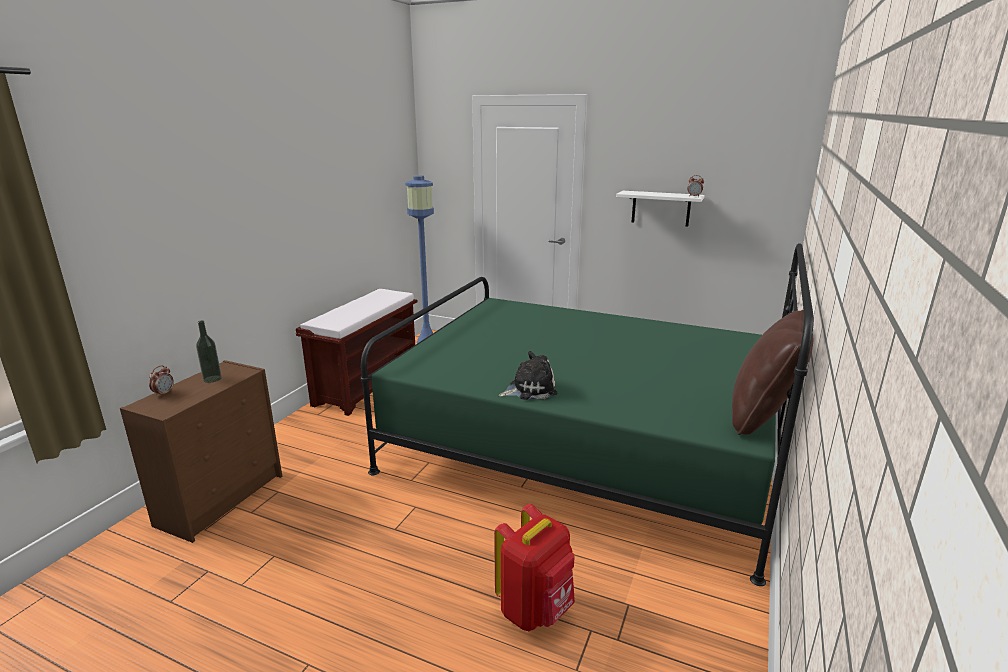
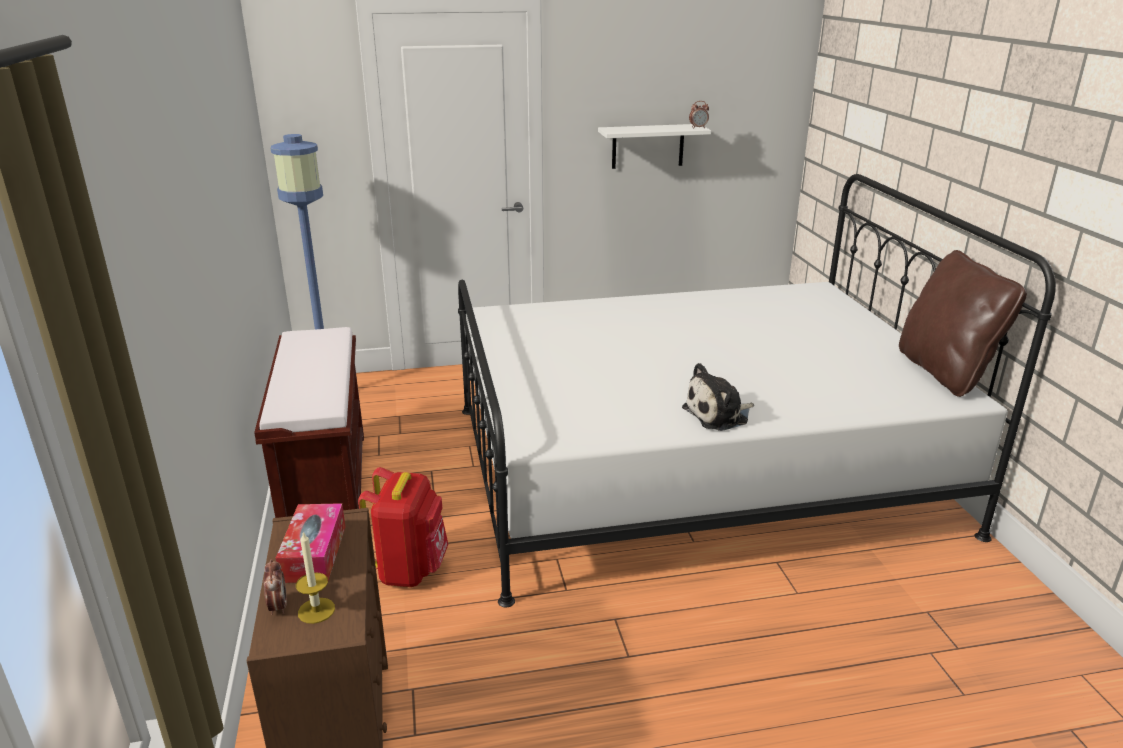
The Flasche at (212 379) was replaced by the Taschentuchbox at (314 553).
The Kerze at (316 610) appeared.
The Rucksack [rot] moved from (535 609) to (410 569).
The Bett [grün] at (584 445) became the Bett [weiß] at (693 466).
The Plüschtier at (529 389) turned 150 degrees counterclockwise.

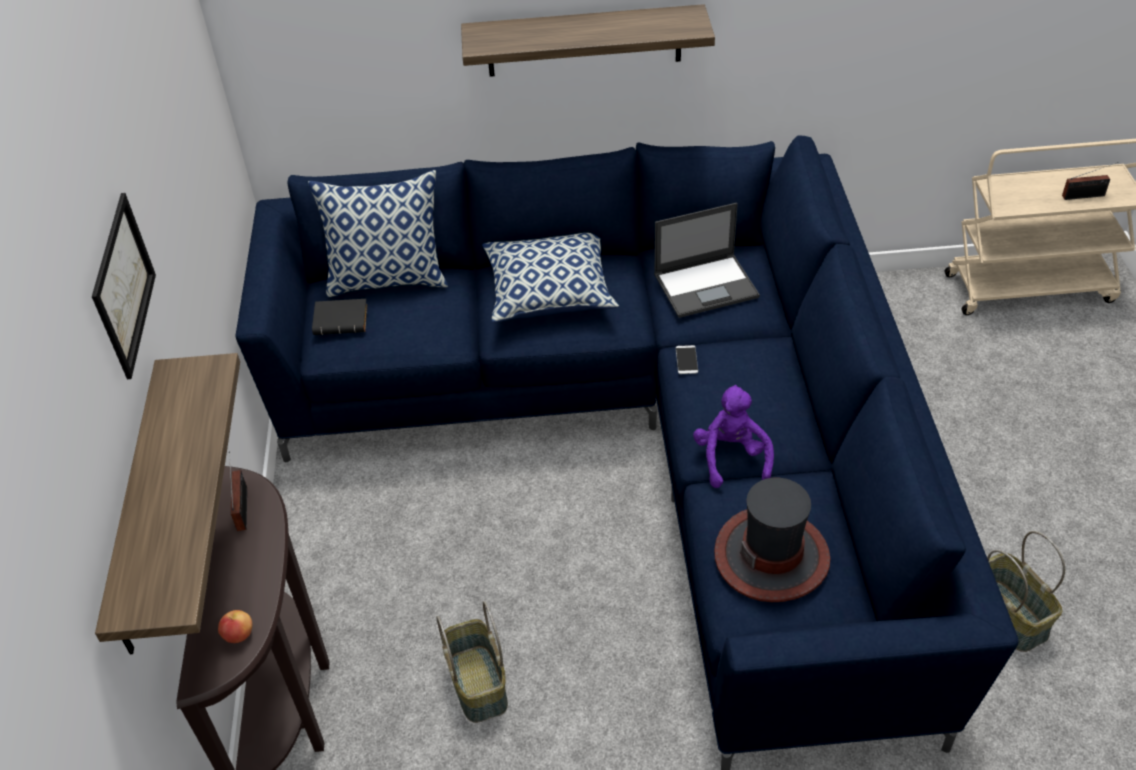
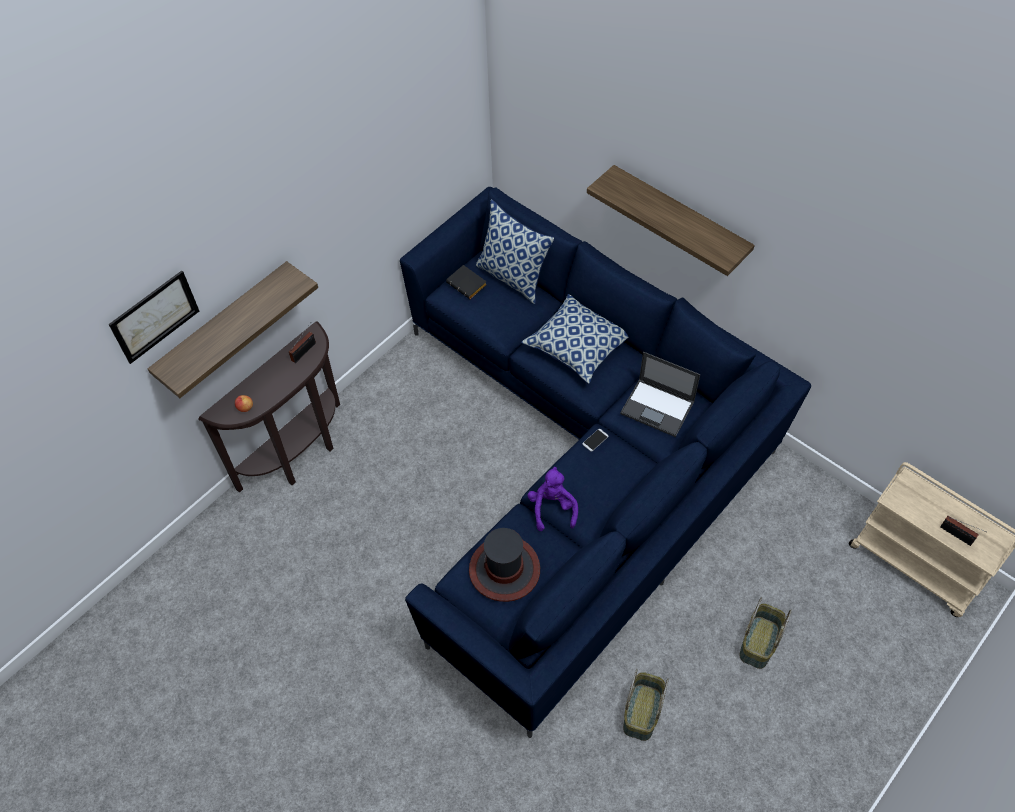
The Bild moved from (123 285) to (155 316).
The Plüschtier [lila] at (731 458) turned 45 degrees counterclockwise.
The Korb moved from (479 684) to (759 643).

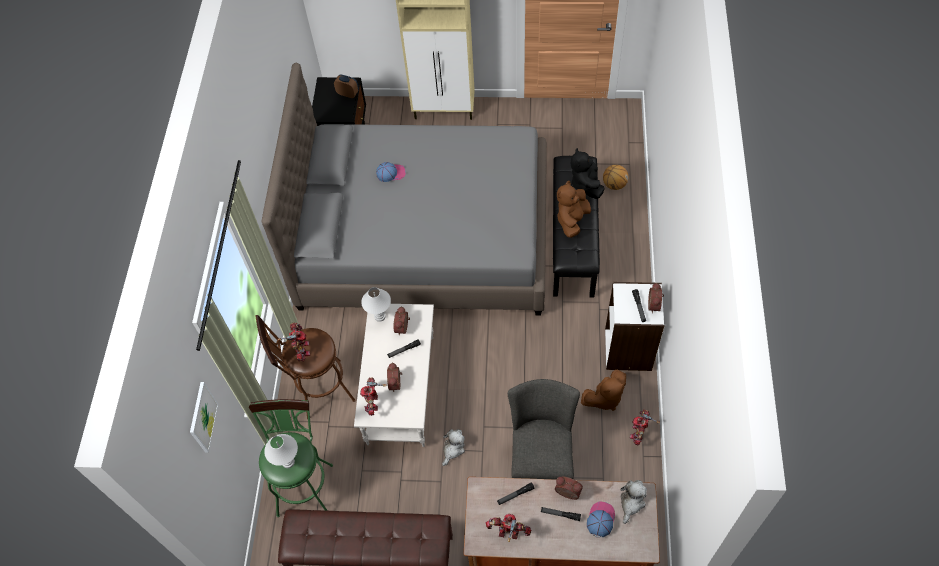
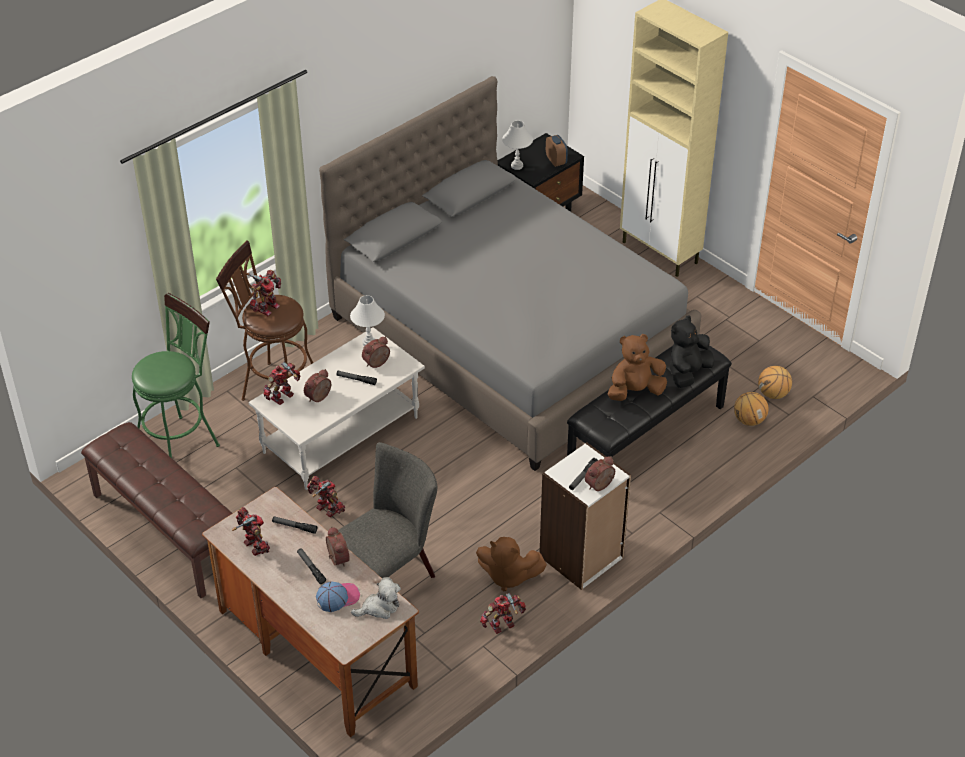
The Plüschtier at (453 449) was replaced by the Spielzeugroboter at (327 510).
The Tischlampe [weiß] moved from (288 462) to (516 166).
The Basketball at (773 394) appeared.
The Bild at (202 417) disappeared.
The Kappe at (391 173) disappeared.

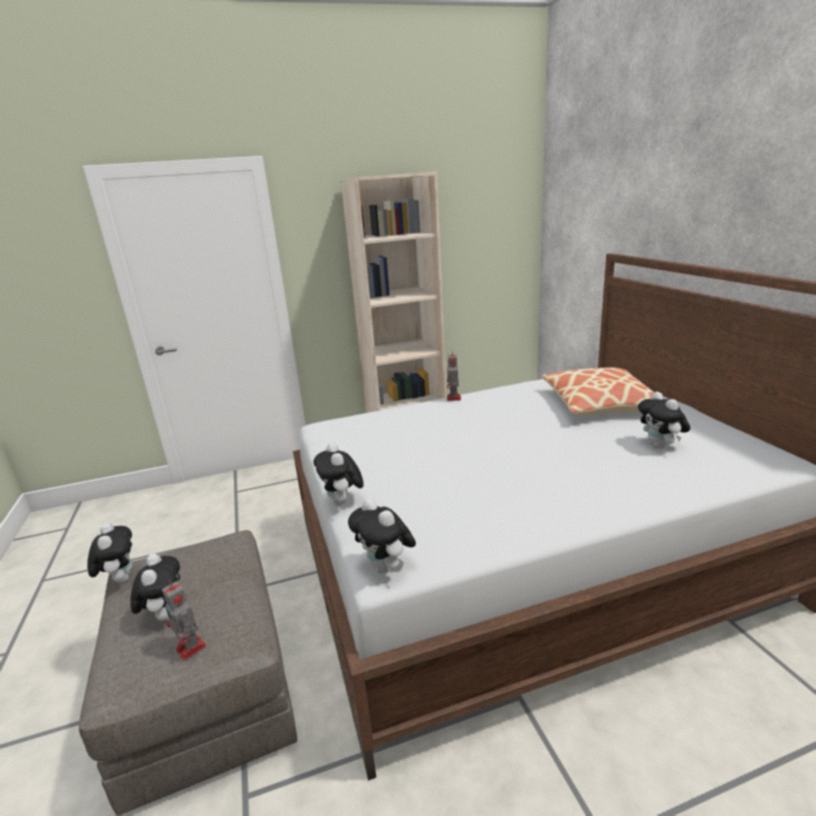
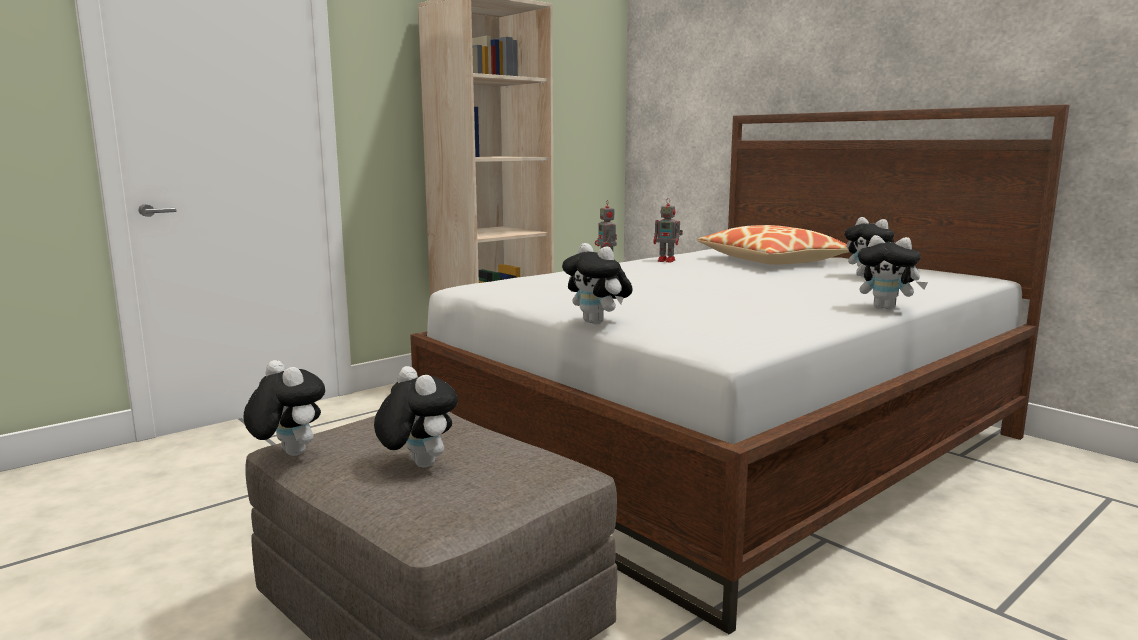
The Spielzeugroboter moved from (191 648) to (667 260).
The Plüschtier moved from (386 568) to (886 308).

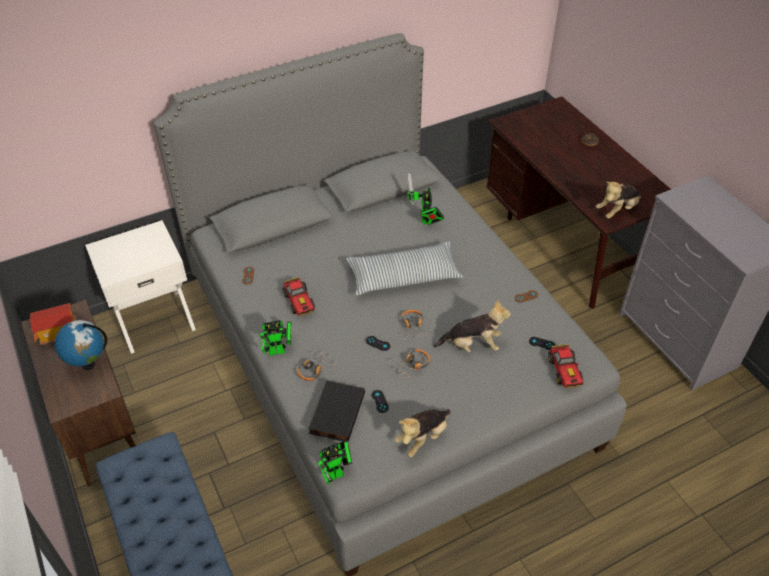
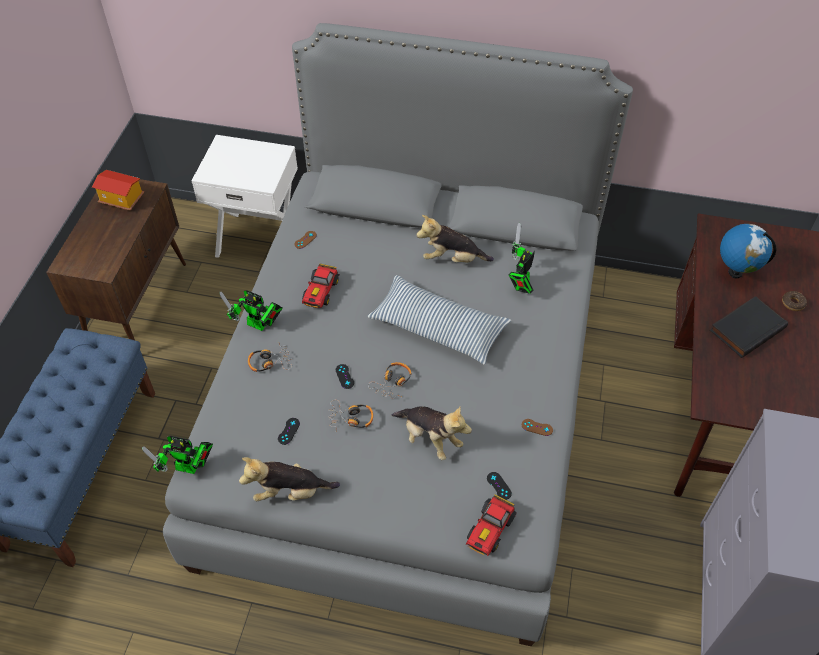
The Plüschtier moved from (617 210) to (452 259).
The Buch [schwarz] moved from (336 412) to (746 328).
The Globus moved from (88 364) to (735 272).

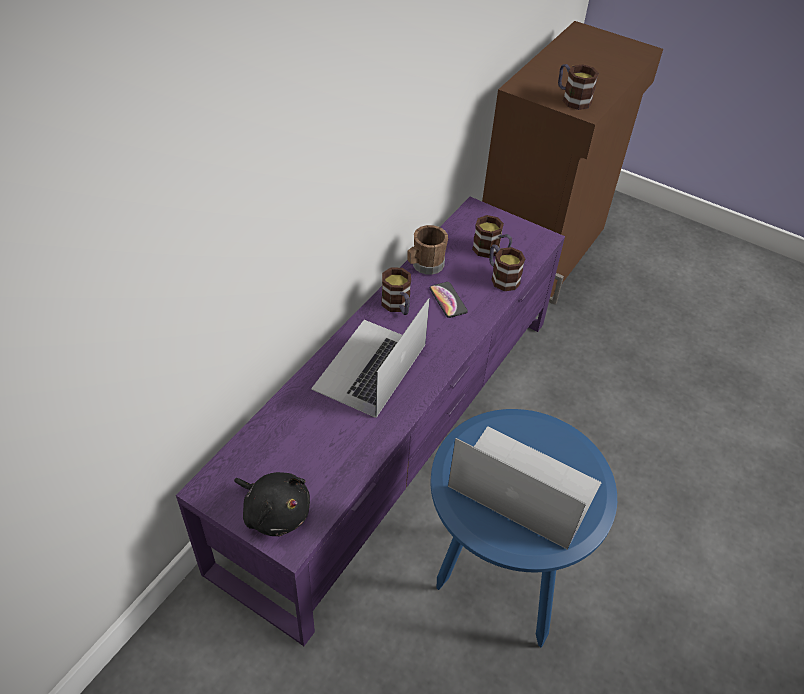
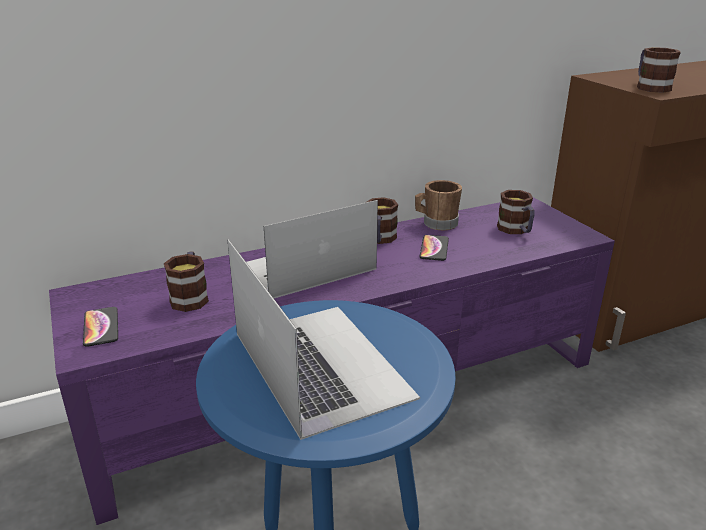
The Plüschtier [schwarz] at (275 512) was replaced by the Handy at (101 327).
The Henkelbecher moved from (501 277) to (190 296).

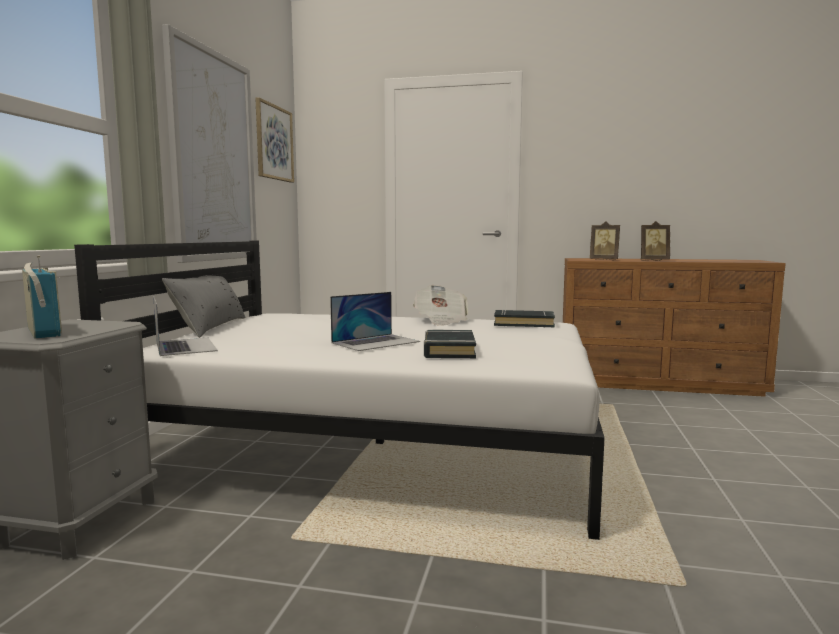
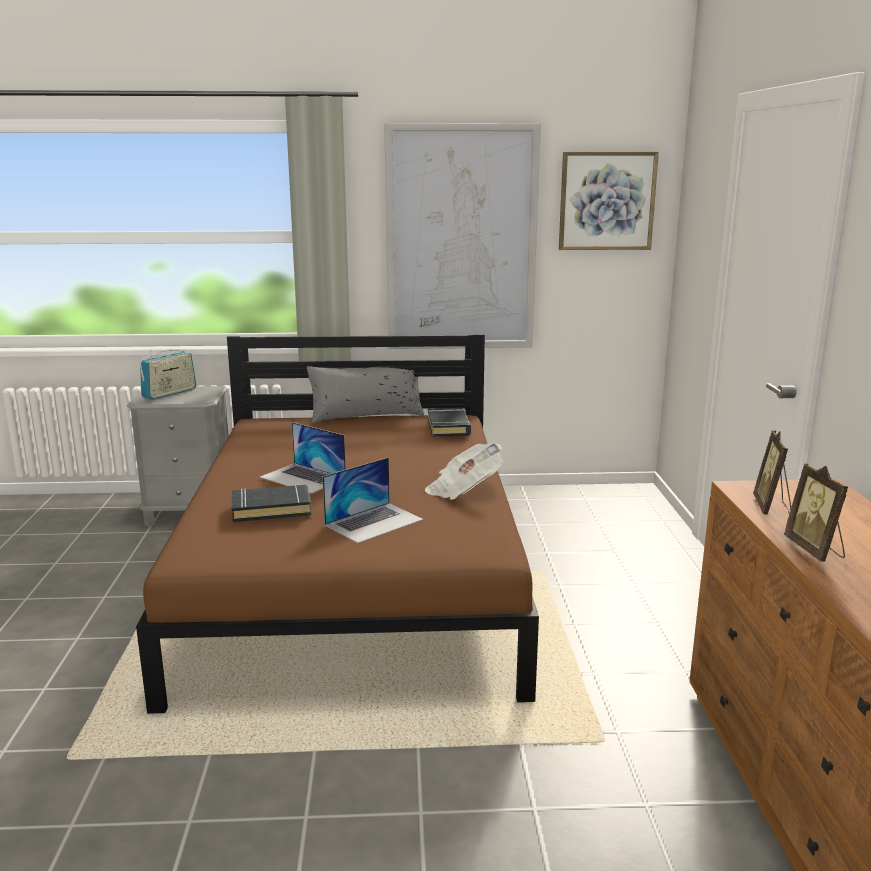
The Bett [weiß] at (376 443) became the Bett [braun] at (355 580).
The Laptop moved from (185 346) to (374 522).
The Buch [schwarz] moved from (523 323) to (448 427).

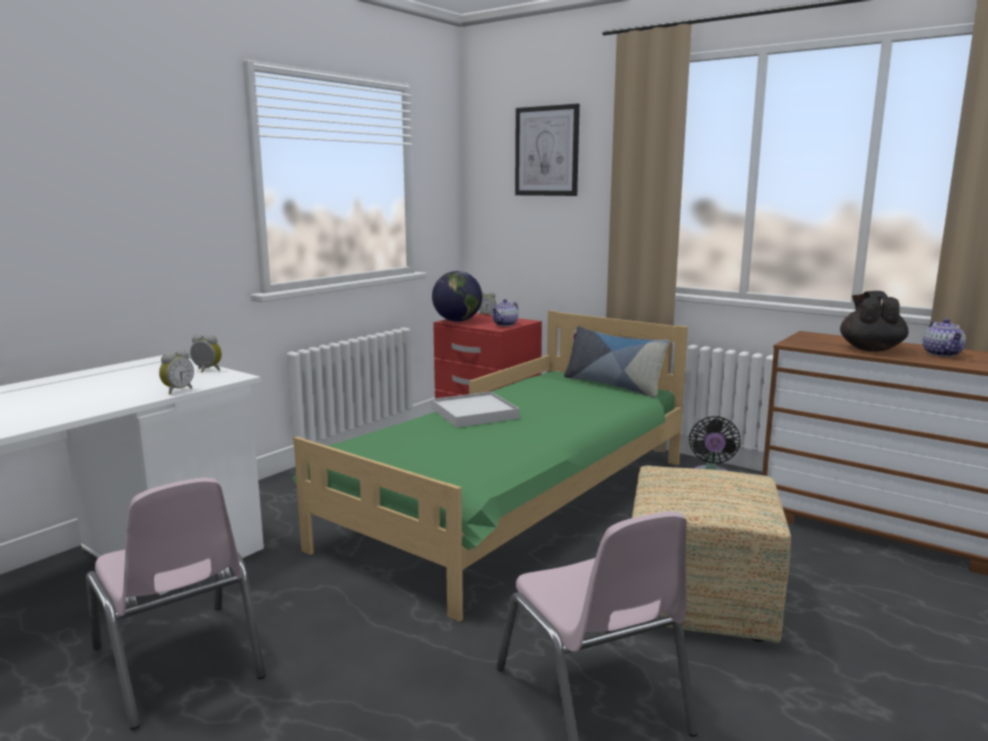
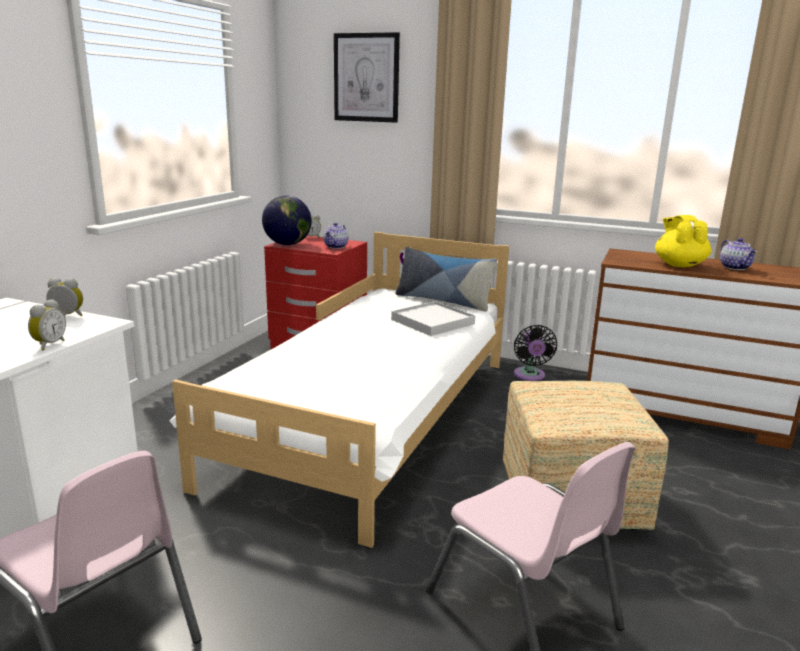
The Bett [grün] at (516 503) became the Bett [weiß] at (374 418).
The Tablett [weiß] moved from (474 413) to (432 322).
The Teekanne [schwarz] at (870 349) became the Teekanne [gelb] at (679 265).

